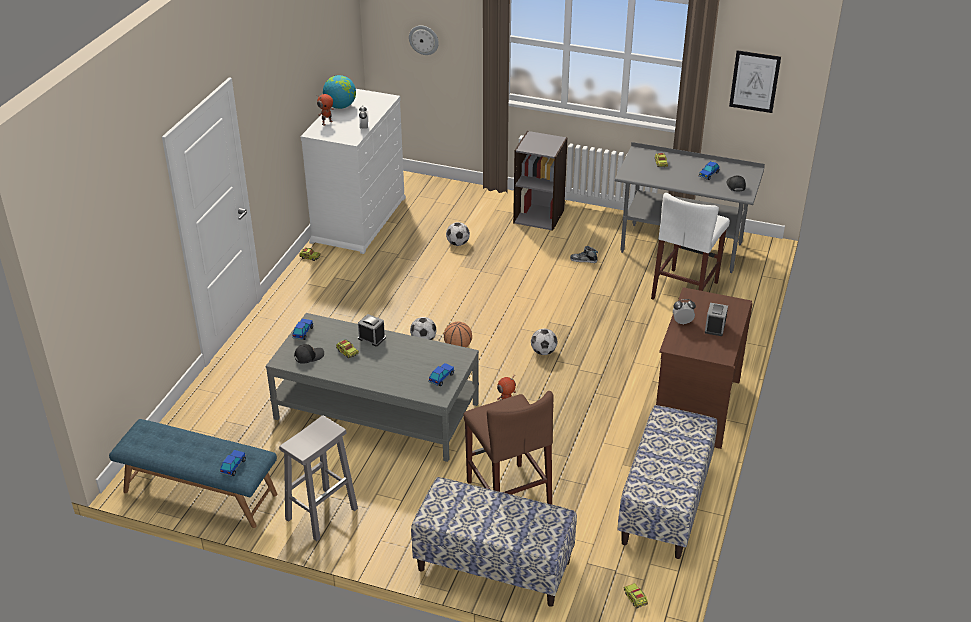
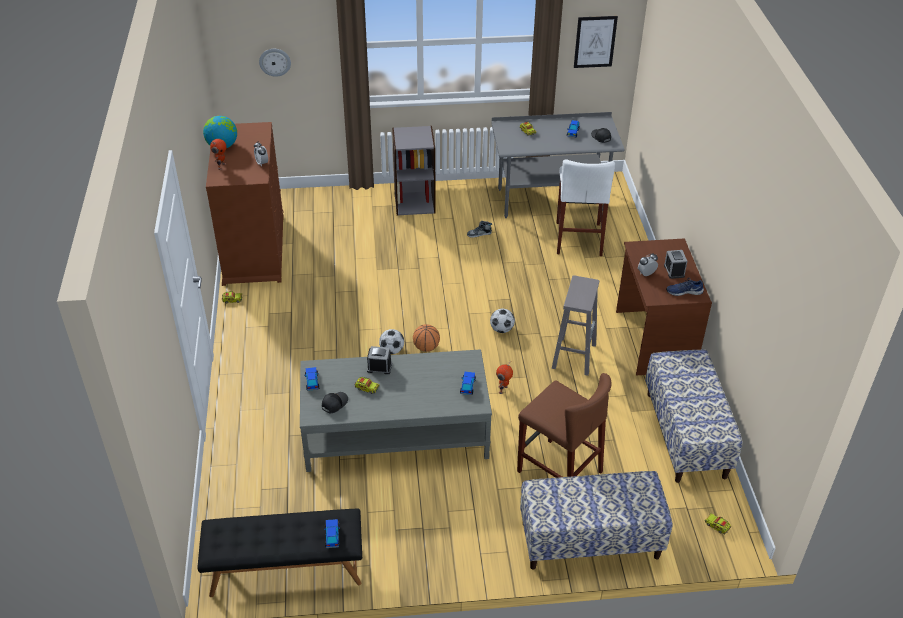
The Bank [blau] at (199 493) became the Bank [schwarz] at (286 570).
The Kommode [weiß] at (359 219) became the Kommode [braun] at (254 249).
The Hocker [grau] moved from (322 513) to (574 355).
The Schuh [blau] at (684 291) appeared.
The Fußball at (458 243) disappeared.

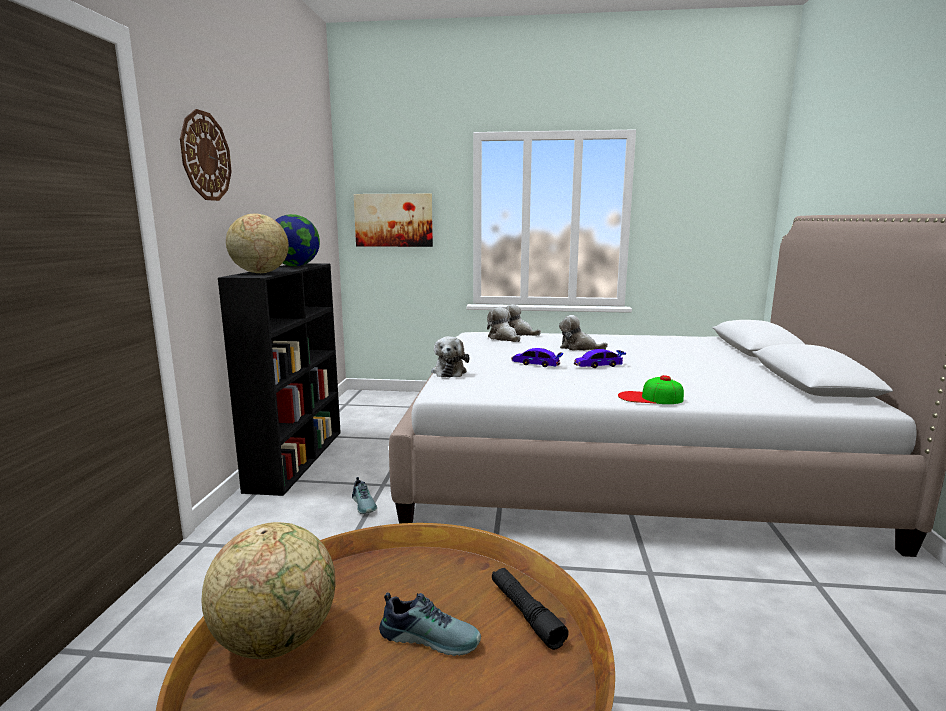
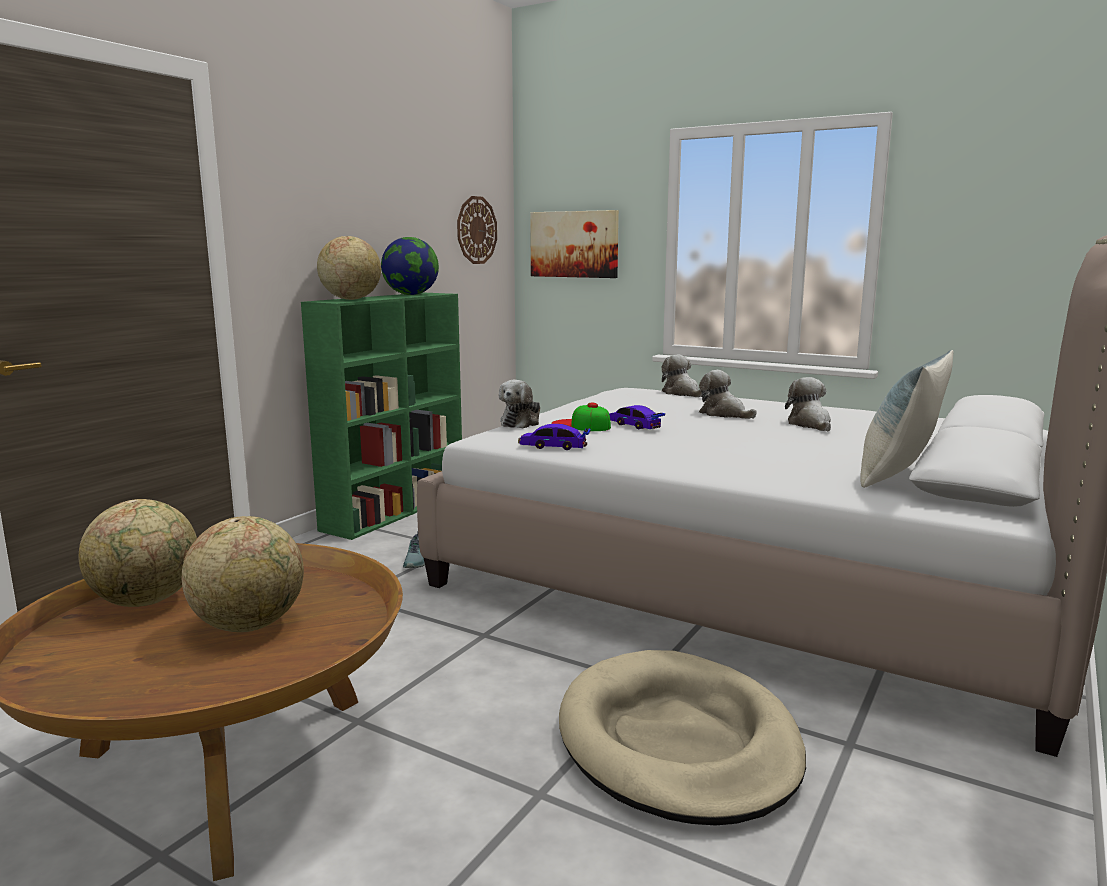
The Schuh at (430 636) was replaced by the Globus at (249 625).
The Bücherregal [schwarz] at (297 458) became the Bücherregal [grün] at (396 510).
The Wanduhr moved from (205 156) to (476 230).
The Spielzeugauto moved from (599 365) to (553 446).
The Kappe moved from (650 398) to (581 425).
The Hundebett [beige] at (677 742) appeared.
The Plüschtier moved from (503 338) to (810 424).
The Kissen at (897 477) appeared.
The Taschenlampe [schwarz] at (525 613) disappeared.

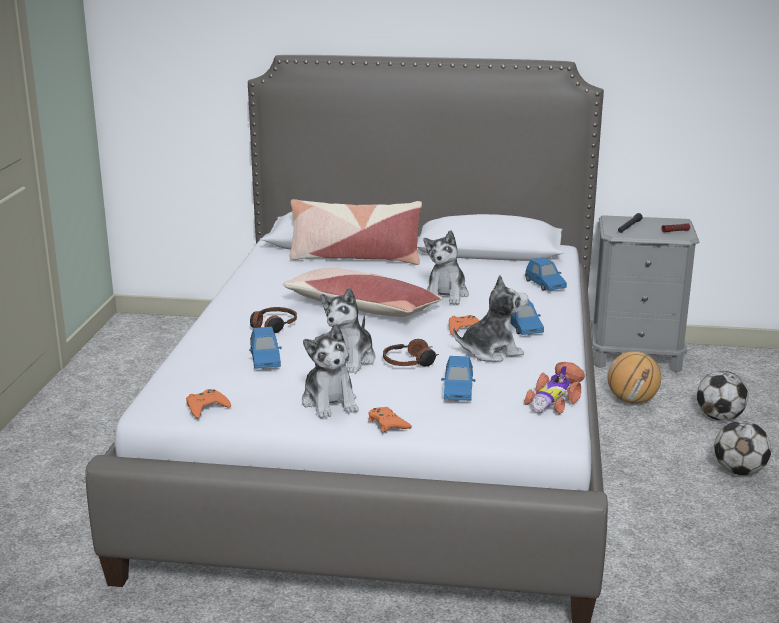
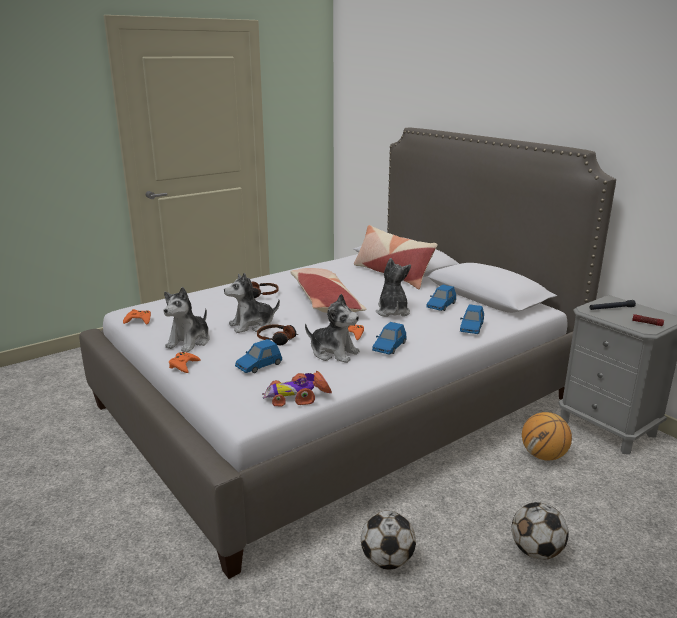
The Fußball moved from (719 417) to (387 560).
The Plüschtier at (446 295) turned 120 degrees clockwise.
The Spielzeugauto [blau] moved from (265 360) to (441 306).

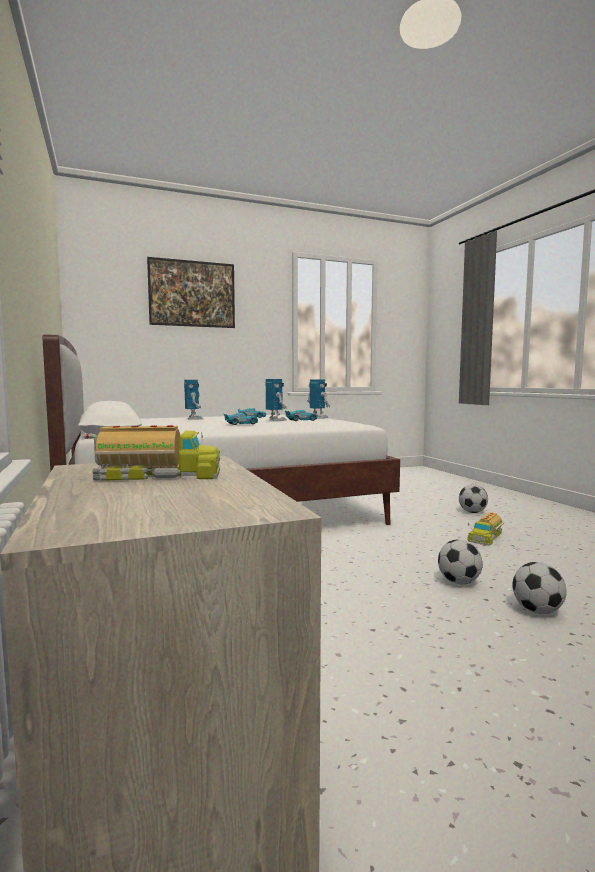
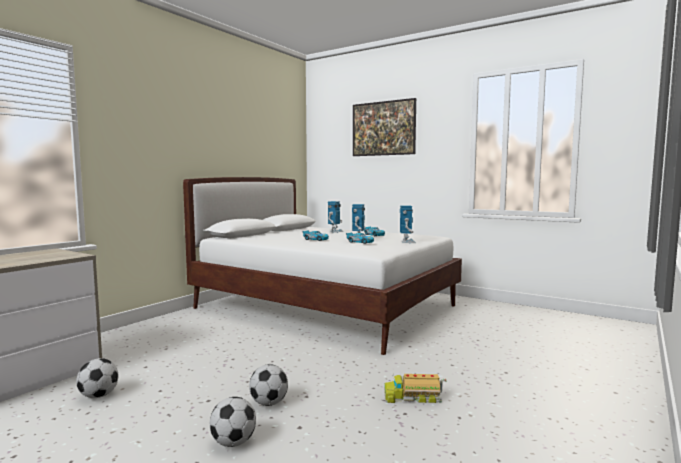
The Fußball moved from (472 512) to (98 396).
The Spielzeuglaster at (158 475) disappeared.

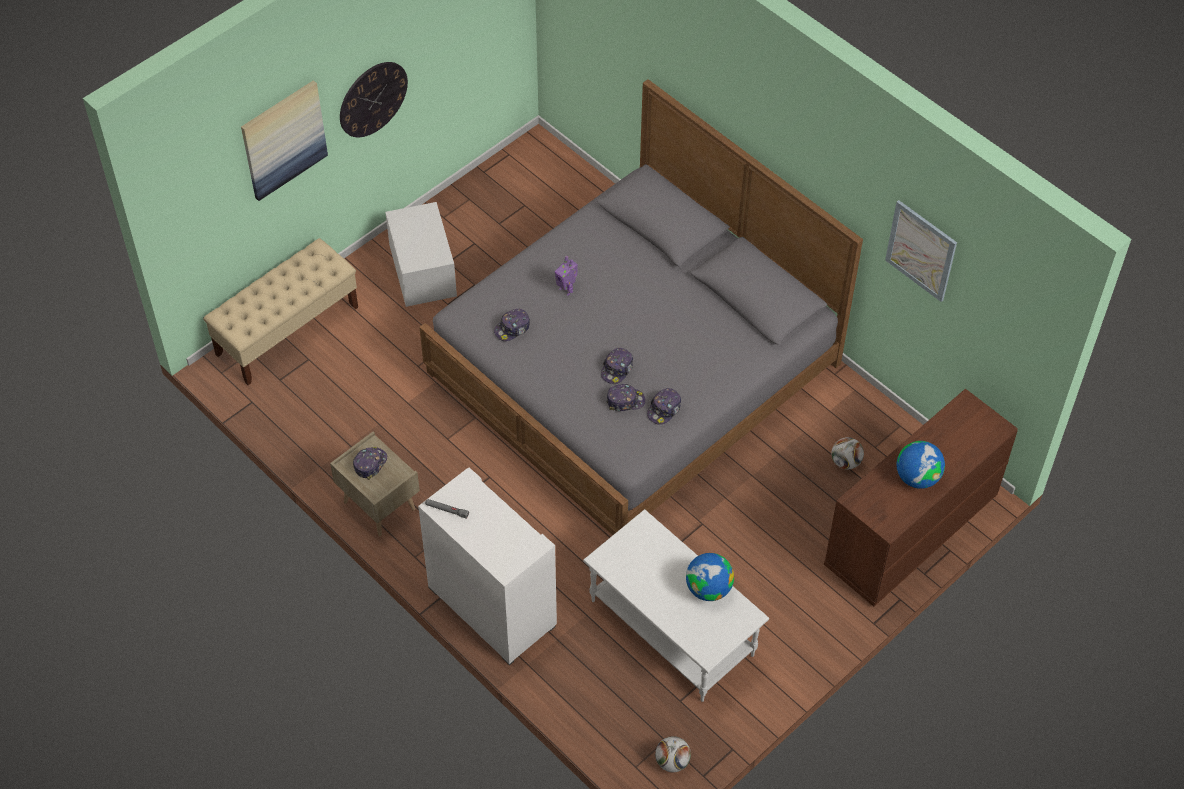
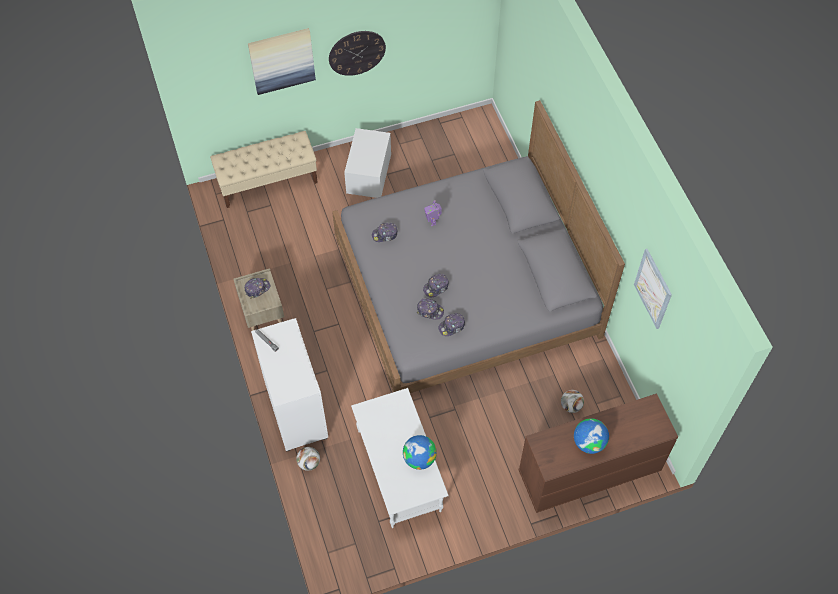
The Fußball moved from (672 761) to (309 463).

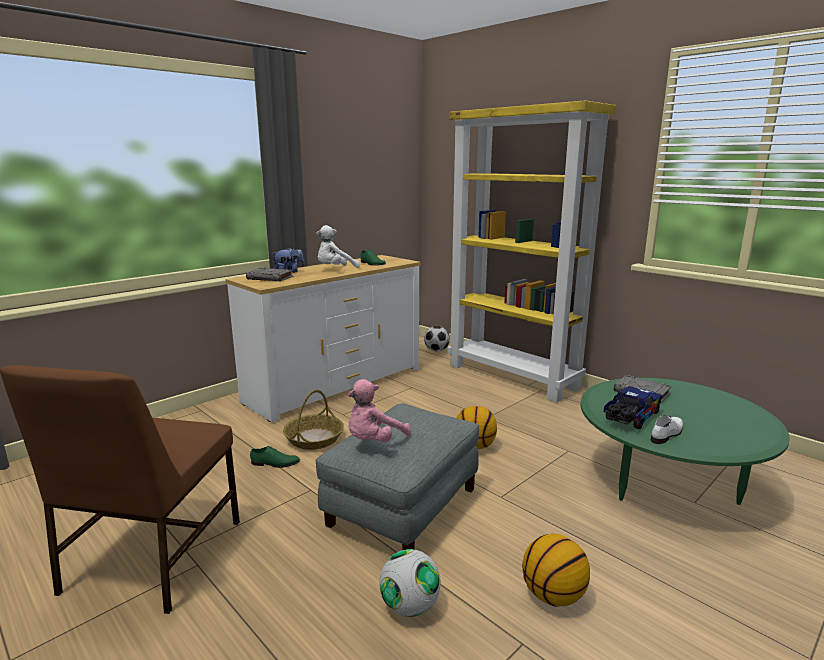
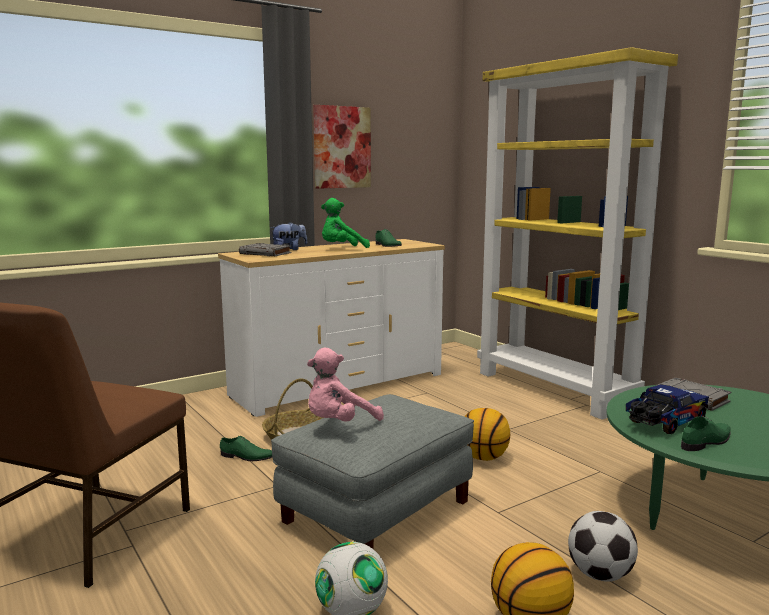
The Bild at (341 147) appeared.
The Plüschtier [weiß] at (335 269) became the Plüschtier [grün] at (341 249).
The Fußball moved from (436 350) to (600 574).
The Schuh [weiß] at (667 433) became the Schuh [grün] at (707 441).

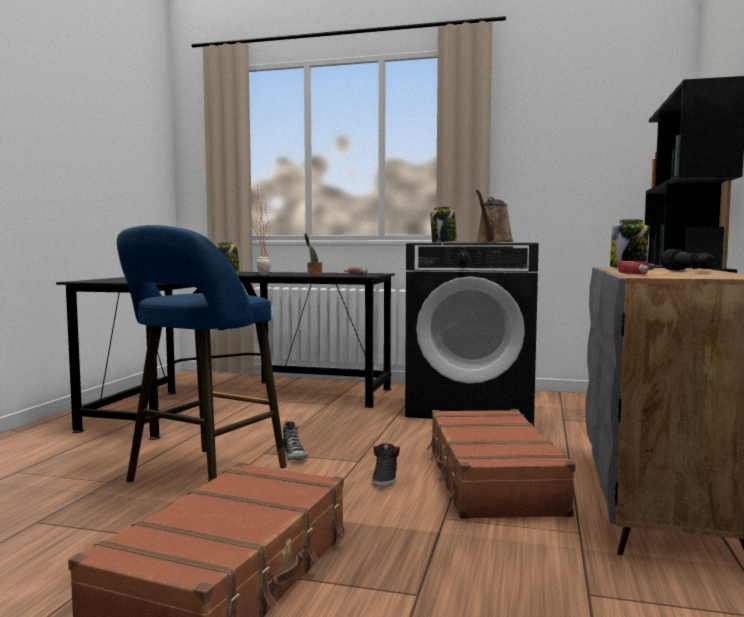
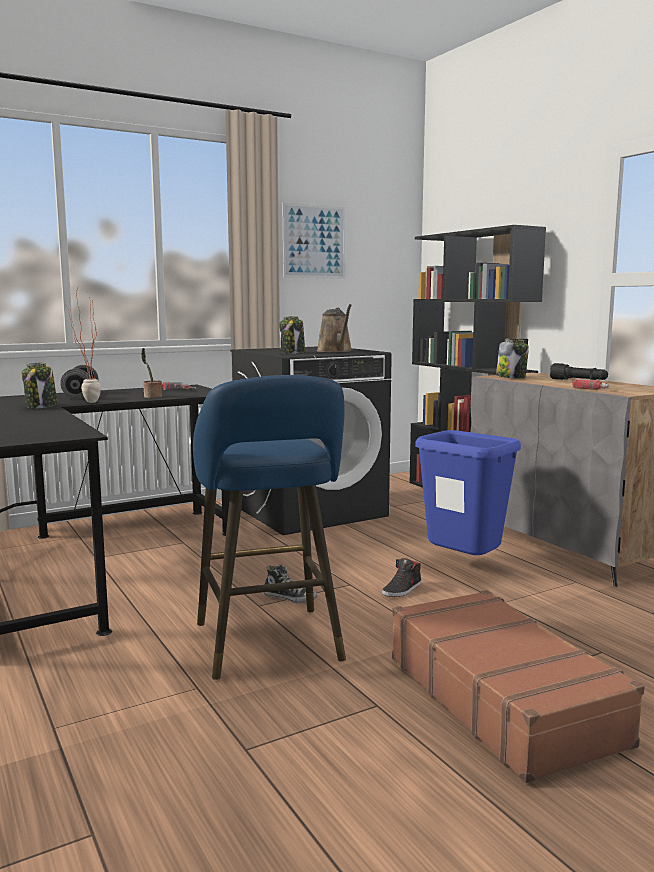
The Hantel [grau] at (81 396) appeared.
The Bild at (314 241) appeared.
The Schuh [schwarz] at (385 478) turned 75 degrees clockwise.
The Koffer [braun] at (491 481) was replaced by the Mülleimer [blau] at (464 567).

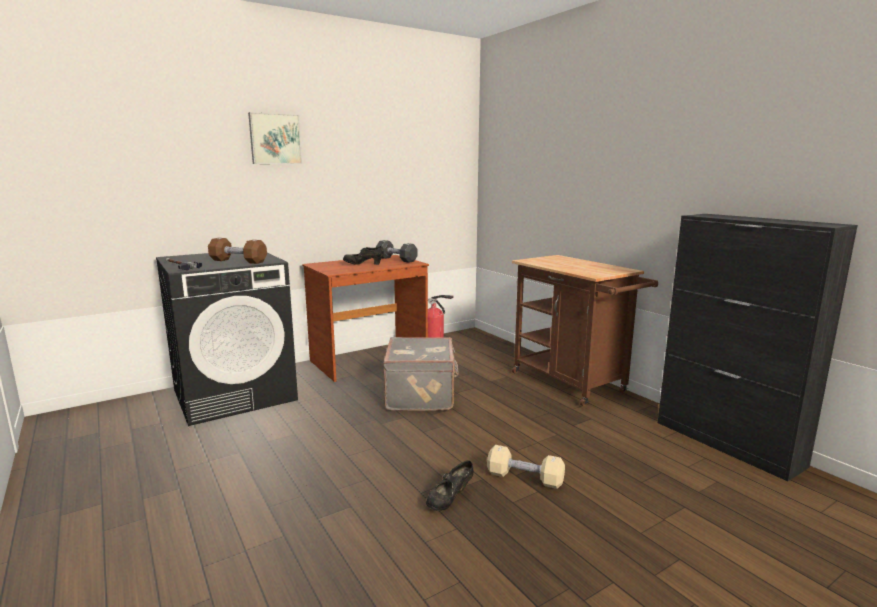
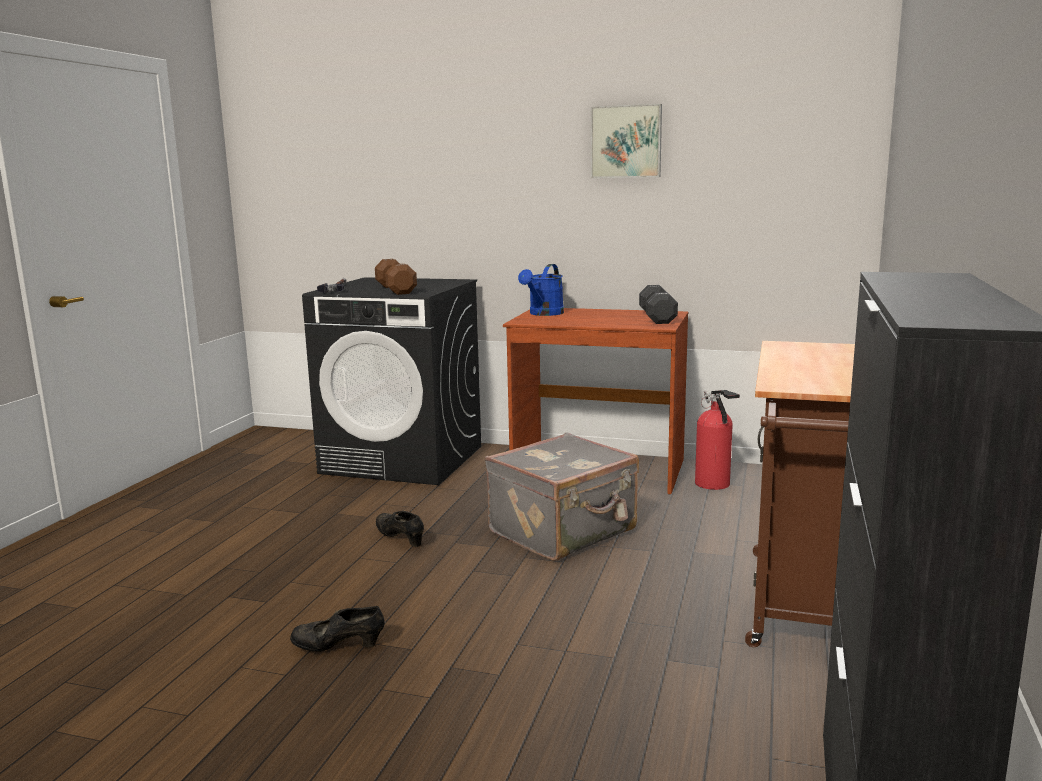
The Schuh [schwarz] moved from (363 264) to (400 539).
The Gießkanne [blau] at (543 314) appeared.
The Bild moved from (275 139) to (626 142).
The Hantel [beige] at (525 478) disappeared.

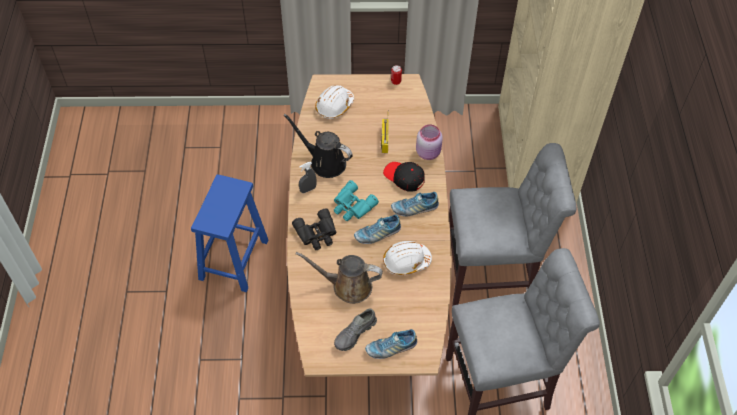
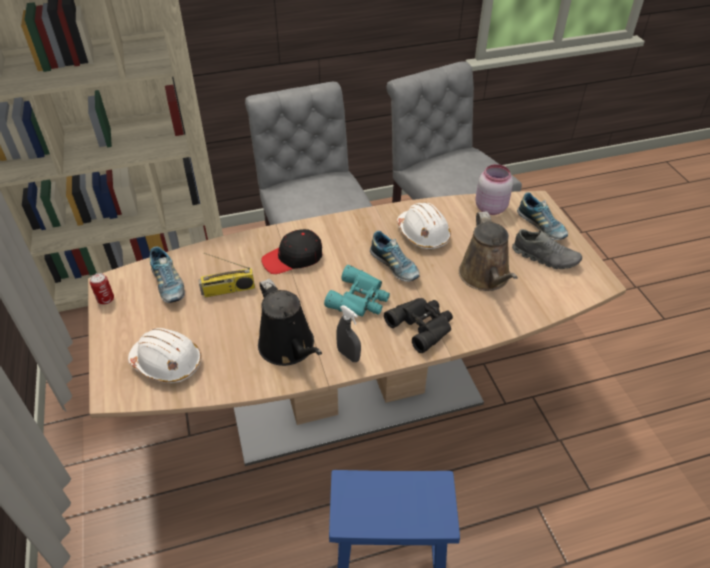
The Schuh moved from (414 208) to (168 285).
The Gießkanne [schwarz] at (324 162) turned 45 degrees counterclockwise.
The Kappe [schwarz] at (404 177) turned 45 degrees clockwise.
The Vorratsglas [rosa] moved from (428 152) to (490 207).

